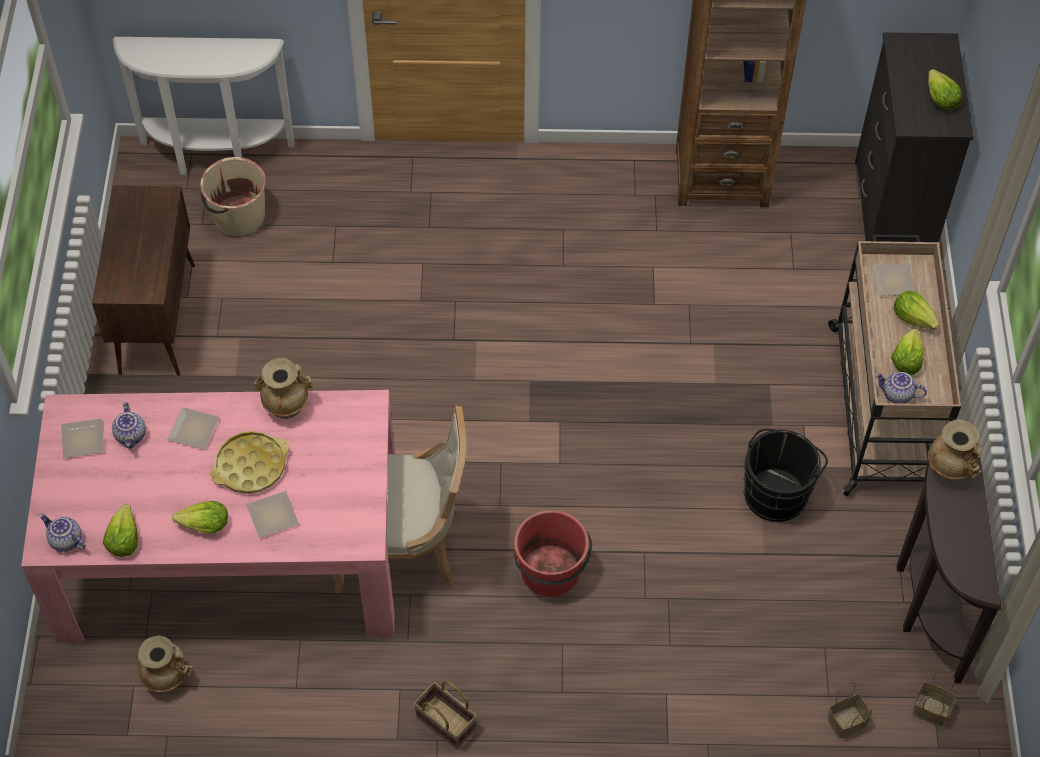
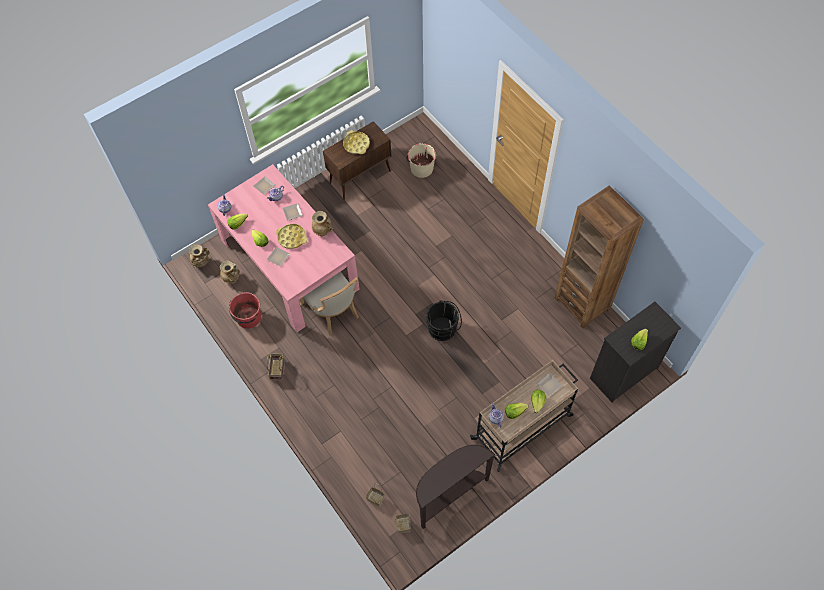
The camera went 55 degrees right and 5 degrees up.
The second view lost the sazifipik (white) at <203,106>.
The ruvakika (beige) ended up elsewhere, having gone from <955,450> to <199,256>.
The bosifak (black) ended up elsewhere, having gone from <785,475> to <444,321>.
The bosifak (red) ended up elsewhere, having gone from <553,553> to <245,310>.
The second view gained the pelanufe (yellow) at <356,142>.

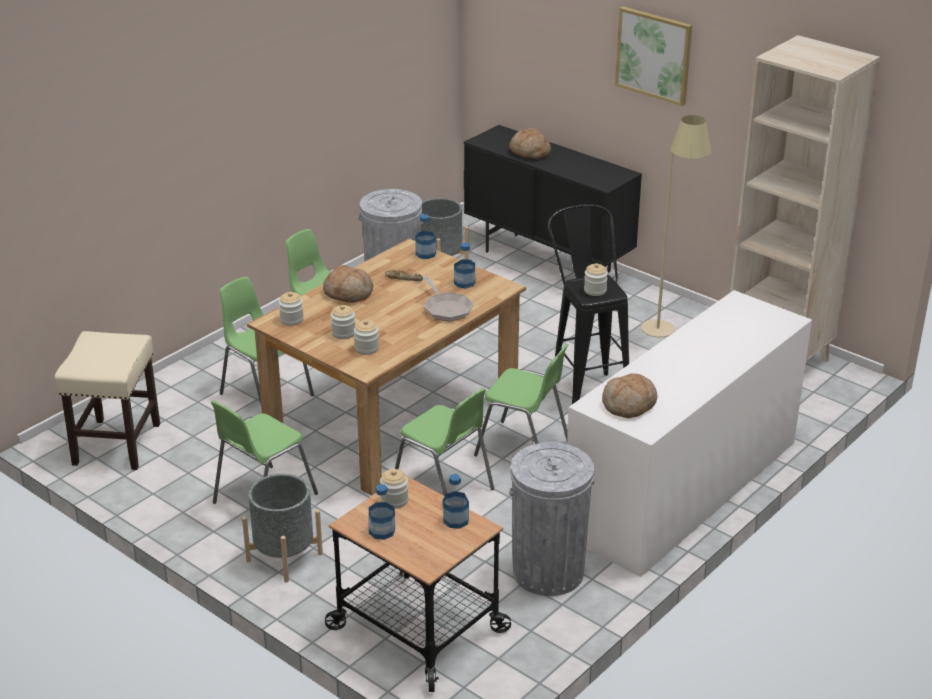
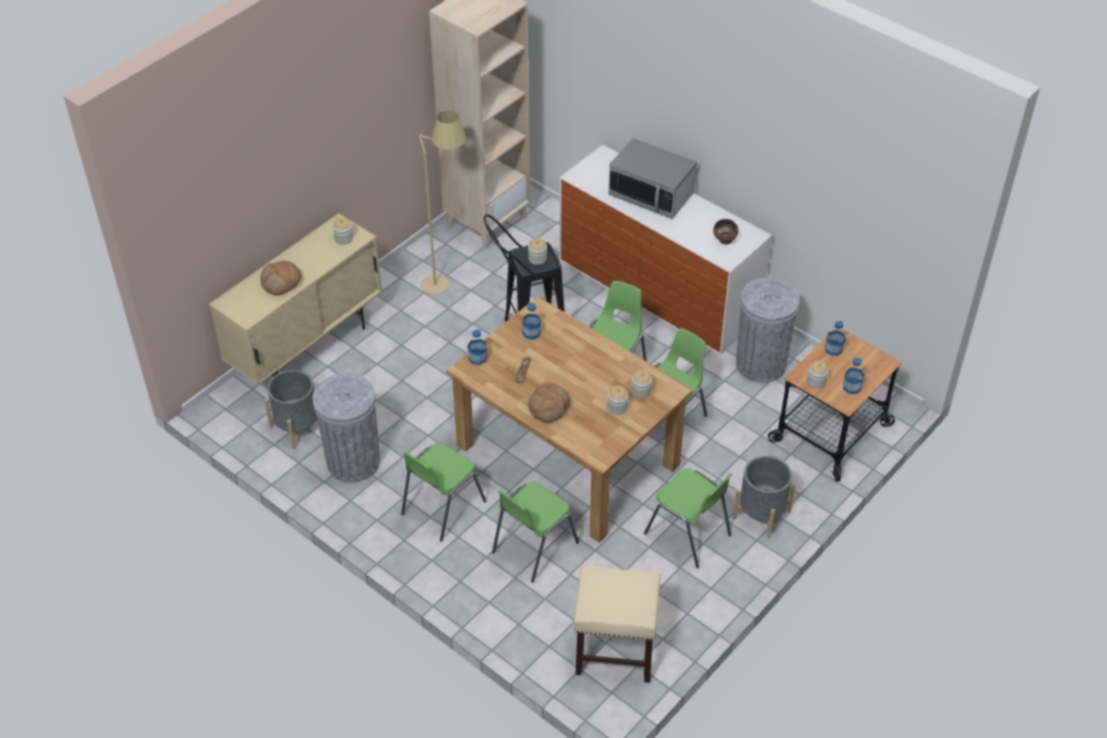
The camera went 90 degrees left and 15 degrees up.
The second view lost the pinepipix at <653,56>.
What was the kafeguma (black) at <553,199> turned into the kafeguma (beige) at <295,299>.
The second view lost the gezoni at <448,298>.
The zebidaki ended up elsewhere, having gone from <291,309> to <343,231>.
Where the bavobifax stood at <630,395>, the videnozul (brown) came to stand at <725,232>.
The second view gained the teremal at <653,178>.

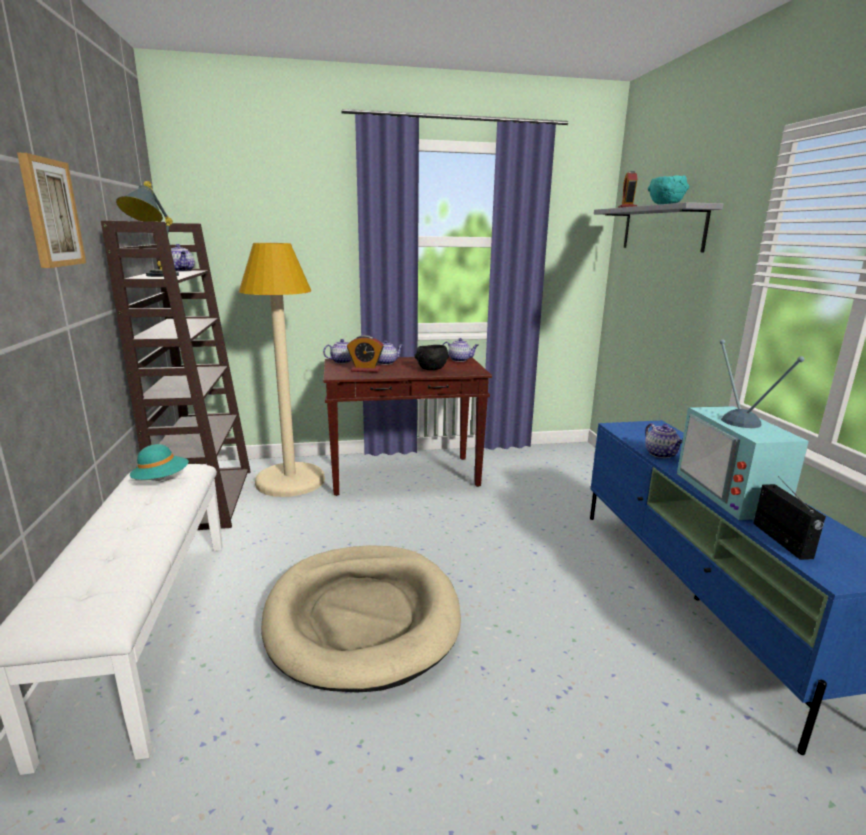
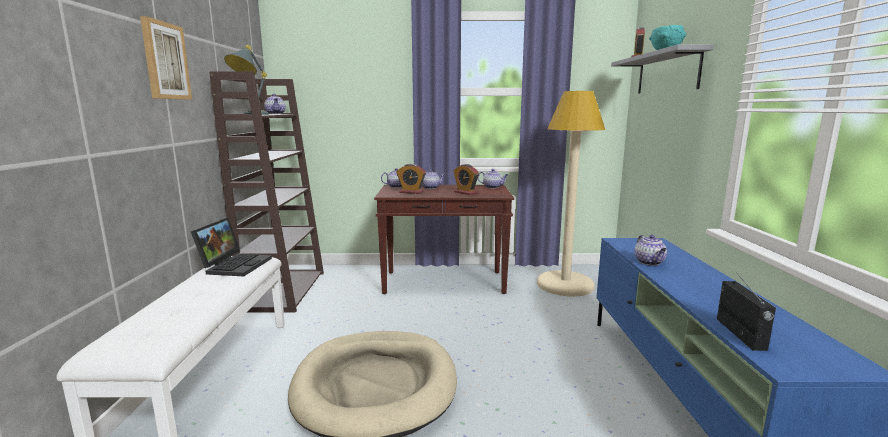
The camera went 10 degrees right and 5 degrees down.
The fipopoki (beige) ended up elsewhere, having gone from <282,370> to <571,194>.
The second view lost the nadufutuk at <743,430>.
Where the videnozul (black) stood at <431,357>, the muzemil came to stand at <466,179>.
Where the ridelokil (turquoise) stood at <159,462>, the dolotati came to stand at <231,247>.

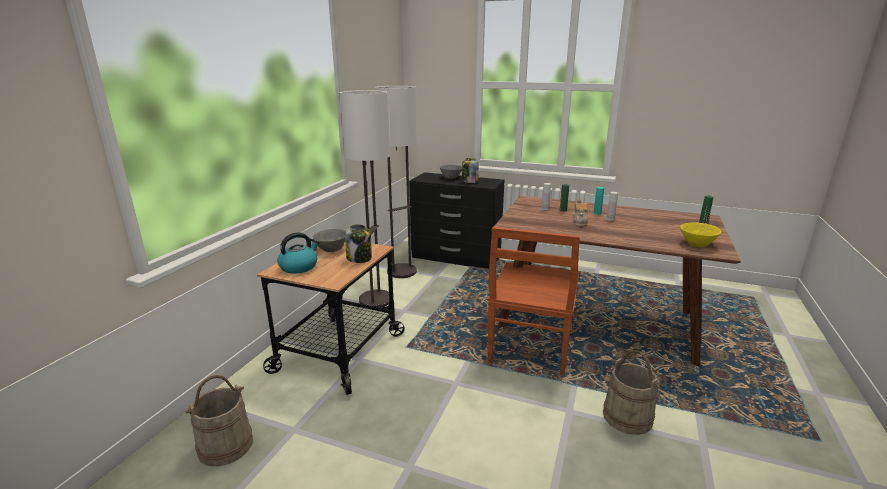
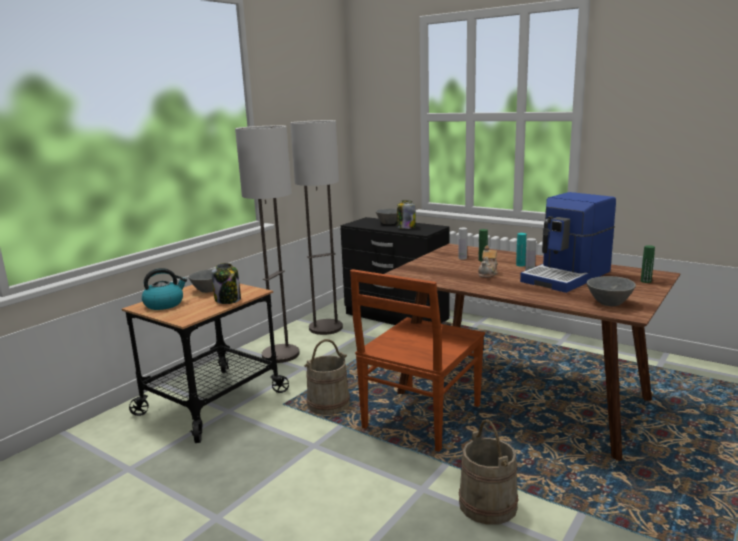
The camera went 15 degrees right and 5 degrees down.
What was the videnozul (yellow) at <700,234> turned into the videnozul (grey) at <611,291>.
The bosifak (beige) ended up elsewhere, having gone from <219,420> to <327,377>.
The second view gained the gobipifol at <568,242>.

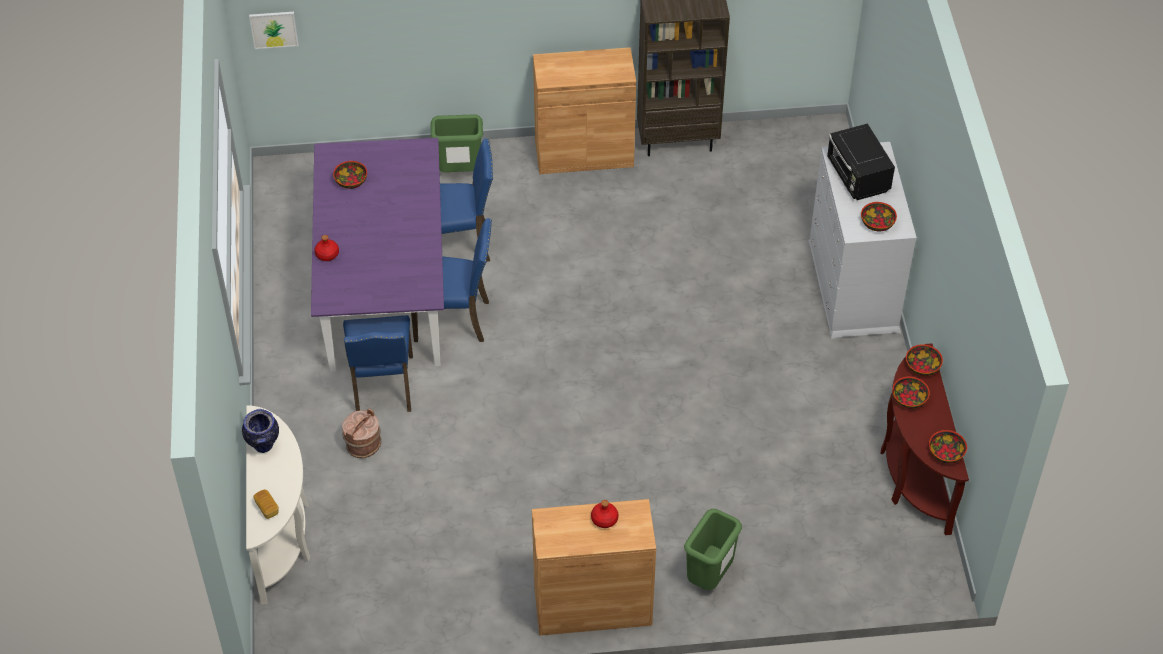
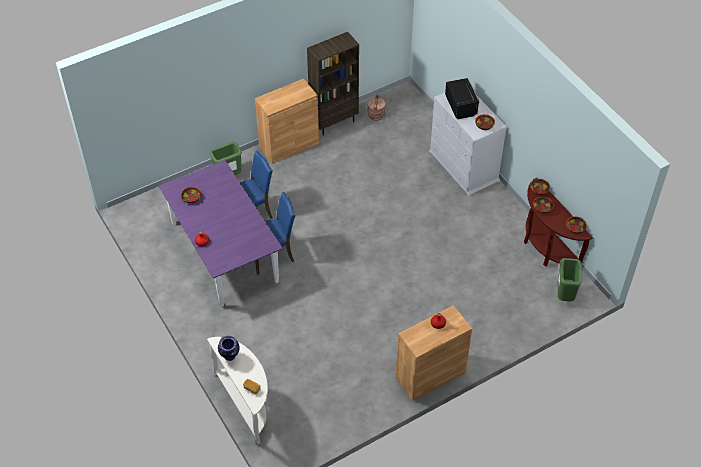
The camera went 25 degrees left and 0 degrees up.
The second view lost the pinepipix at <274,30>.
The teremal (black) at <861,162> ended up facing another way, 150 degrees counterclockwise from before.
The second view lost the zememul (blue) at <378,363>.
The bosifak (brown) ended up elsewhere, having gone from <361,433> to <376,108>.
The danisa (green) ended up elsewhere, having gone from <713,549> to <570,279>.

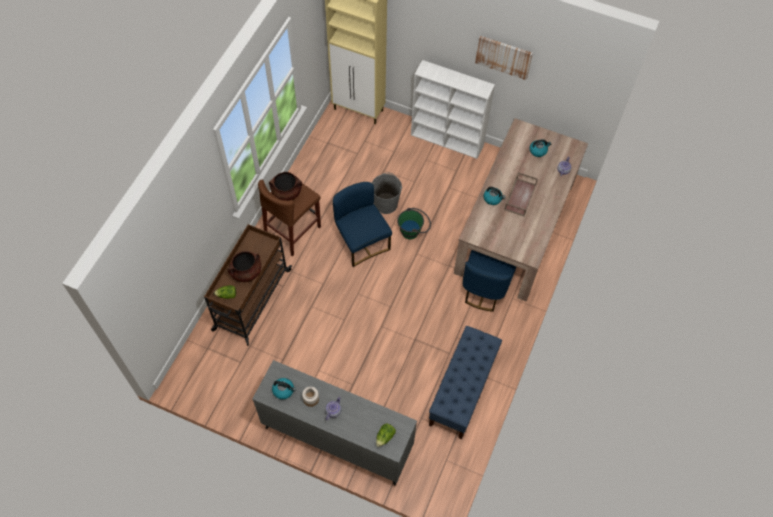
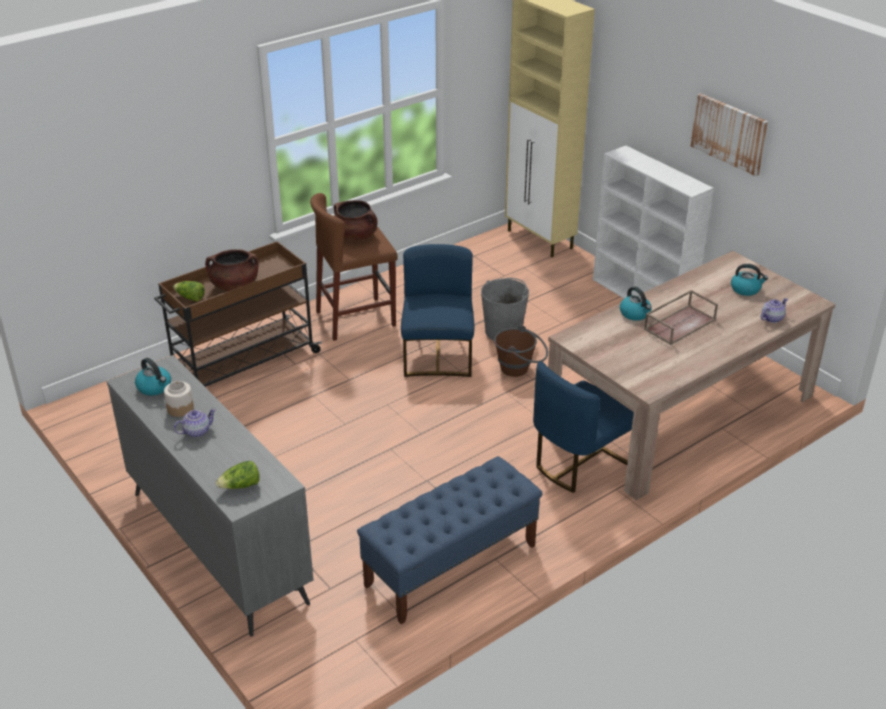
The camera went 30 degrees right and 25 degrees down.
What was the bosifak (green) at <414,223> turned into the bosifak (brown) at <521,351>.

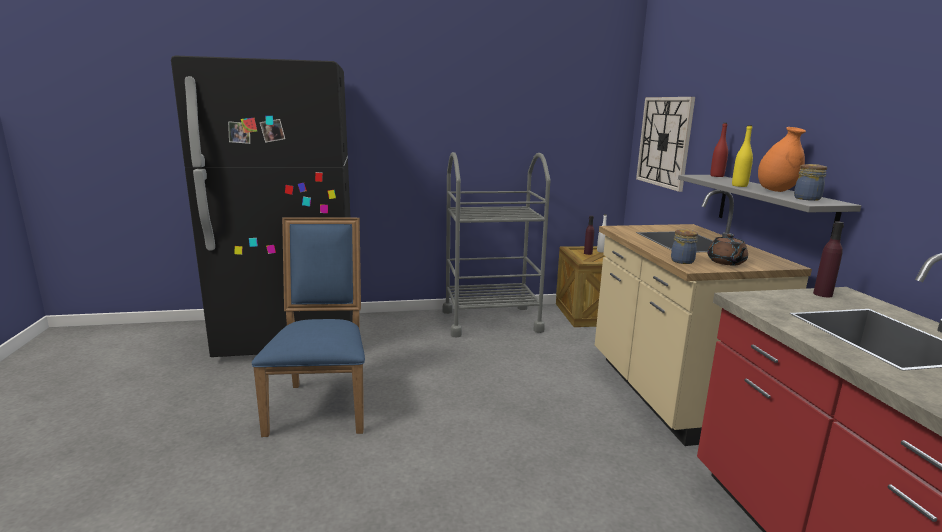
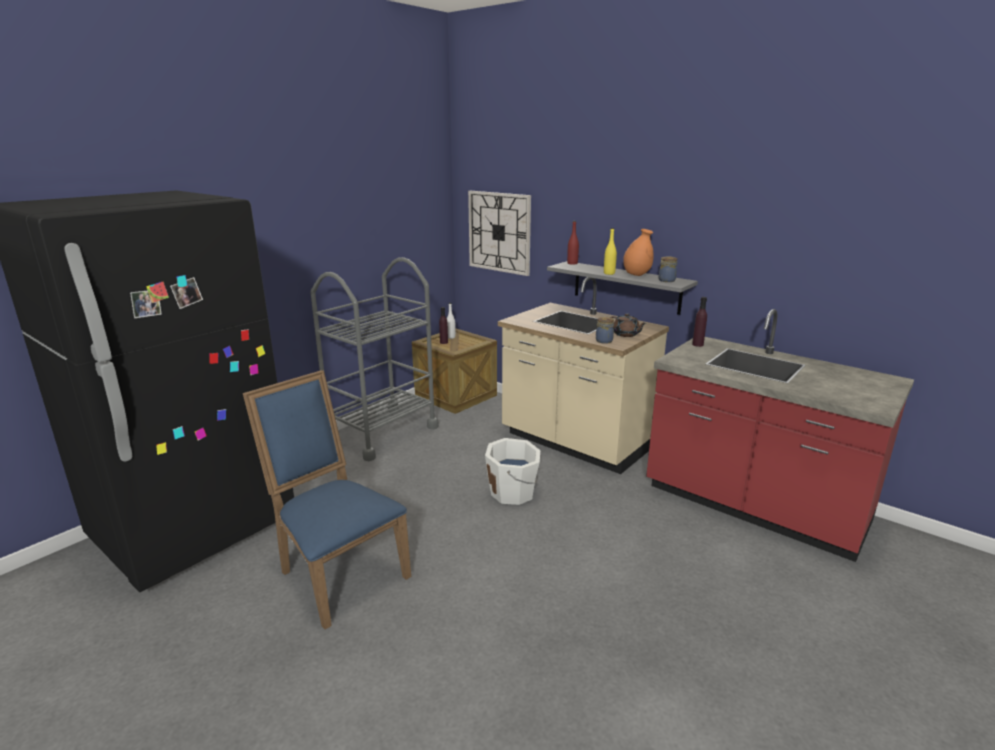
The camera went 40 degrees left and 5 degrees up.
The second view gained the bosifak (white) at <512,471>.

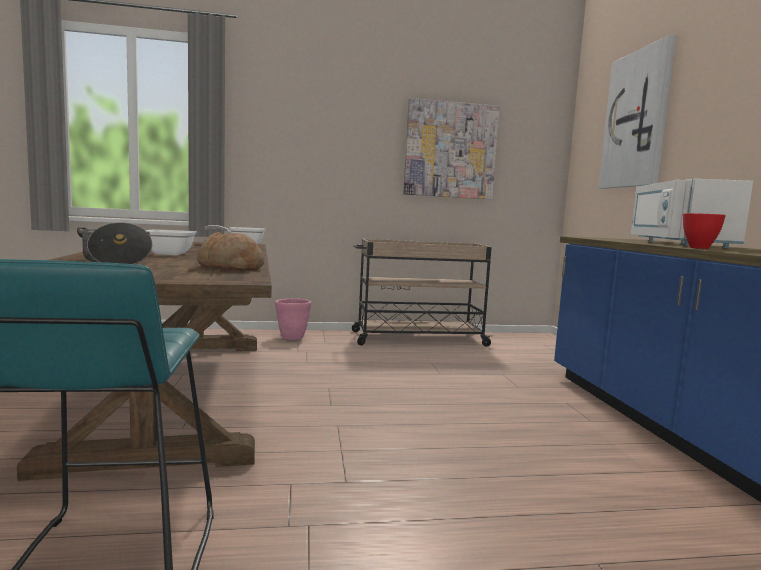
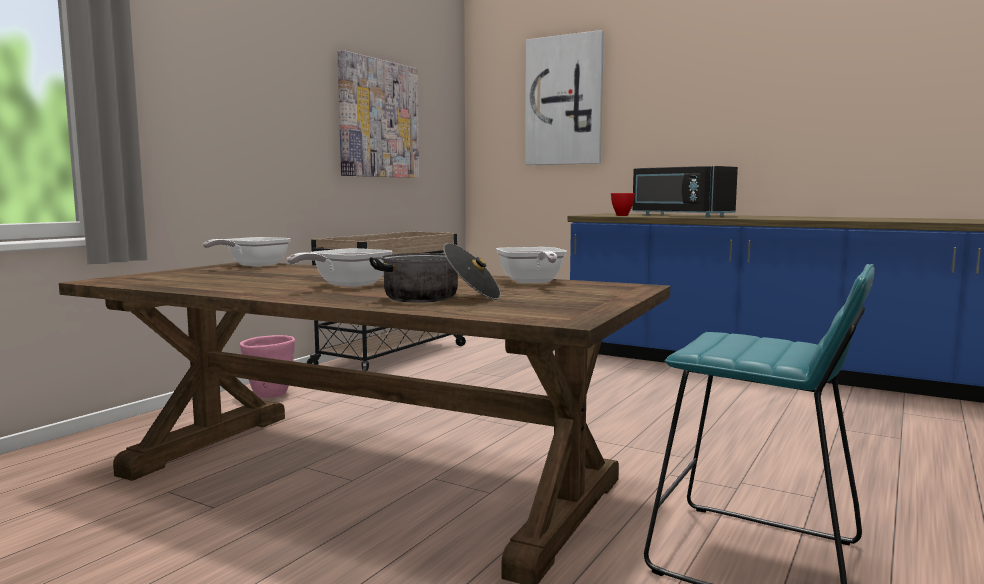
The camera went 50 degrees left and 0 degrees up.
What was the teremal (white) at <692,213> turned into the teremal (black) at <685,191>.
The videnozul (red) ended up elsewhere, having gone from <704,231> to <623,204>.
Where the bavobifax stood at <230,251>, the gezoni came to stand at <531,265>.

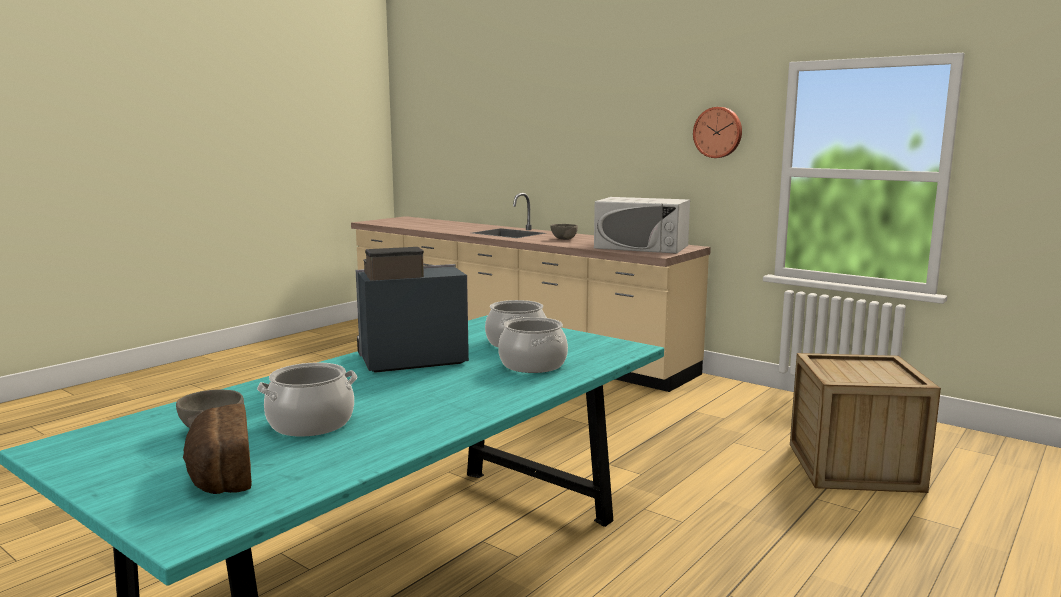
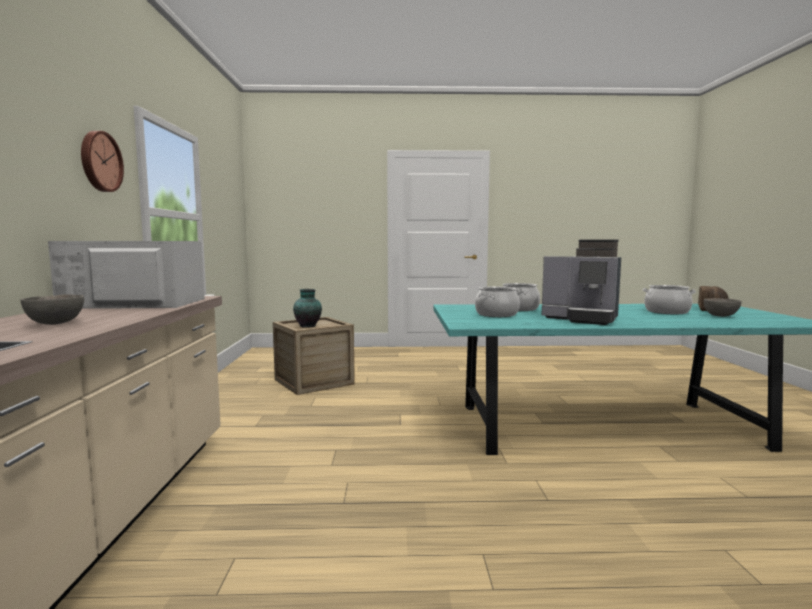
The camera went 130 degrees left and 5 degrees down.
The teremal (white) at <642,225> ended up facing another way, 75 degrees counterclockwise from before.
The second view gained the ruvakika at <307,308>.

